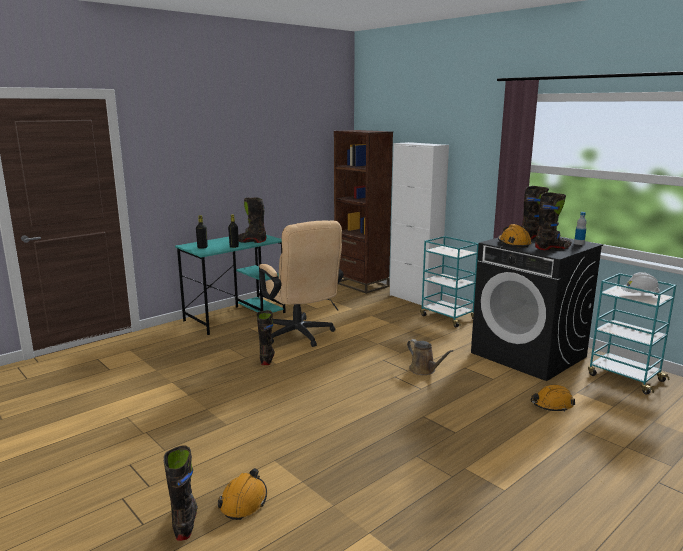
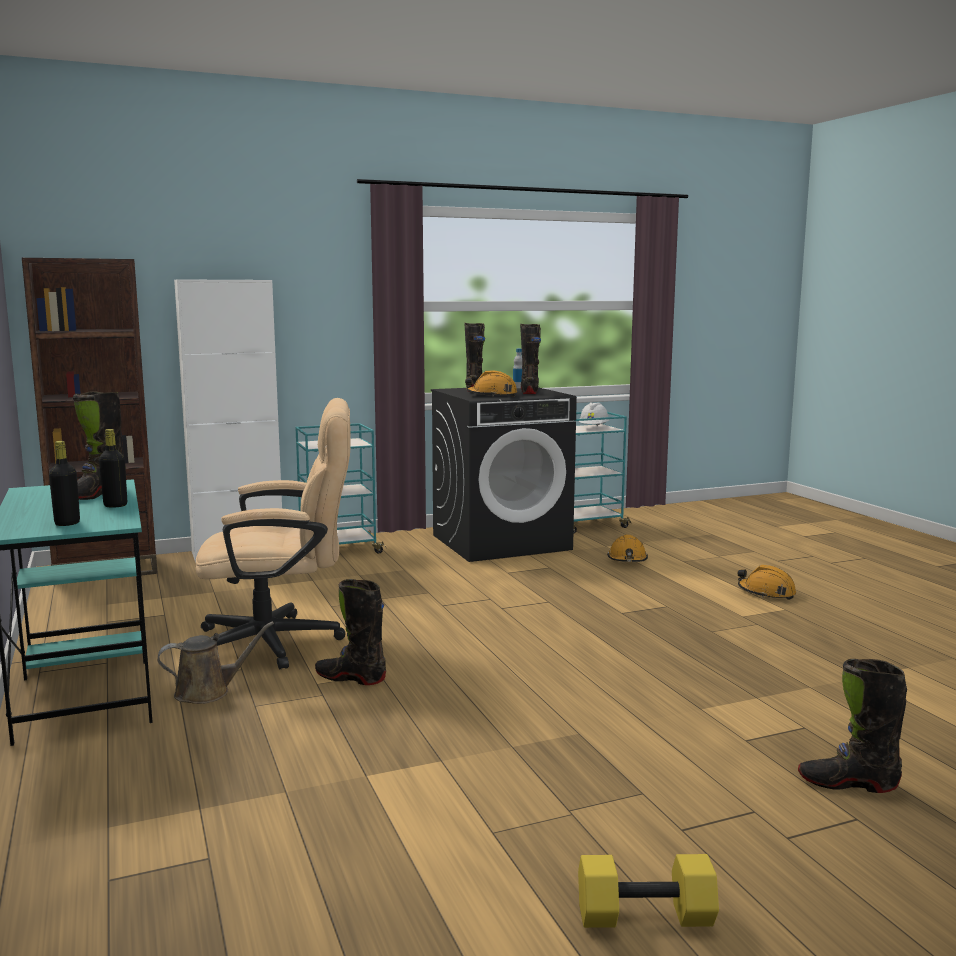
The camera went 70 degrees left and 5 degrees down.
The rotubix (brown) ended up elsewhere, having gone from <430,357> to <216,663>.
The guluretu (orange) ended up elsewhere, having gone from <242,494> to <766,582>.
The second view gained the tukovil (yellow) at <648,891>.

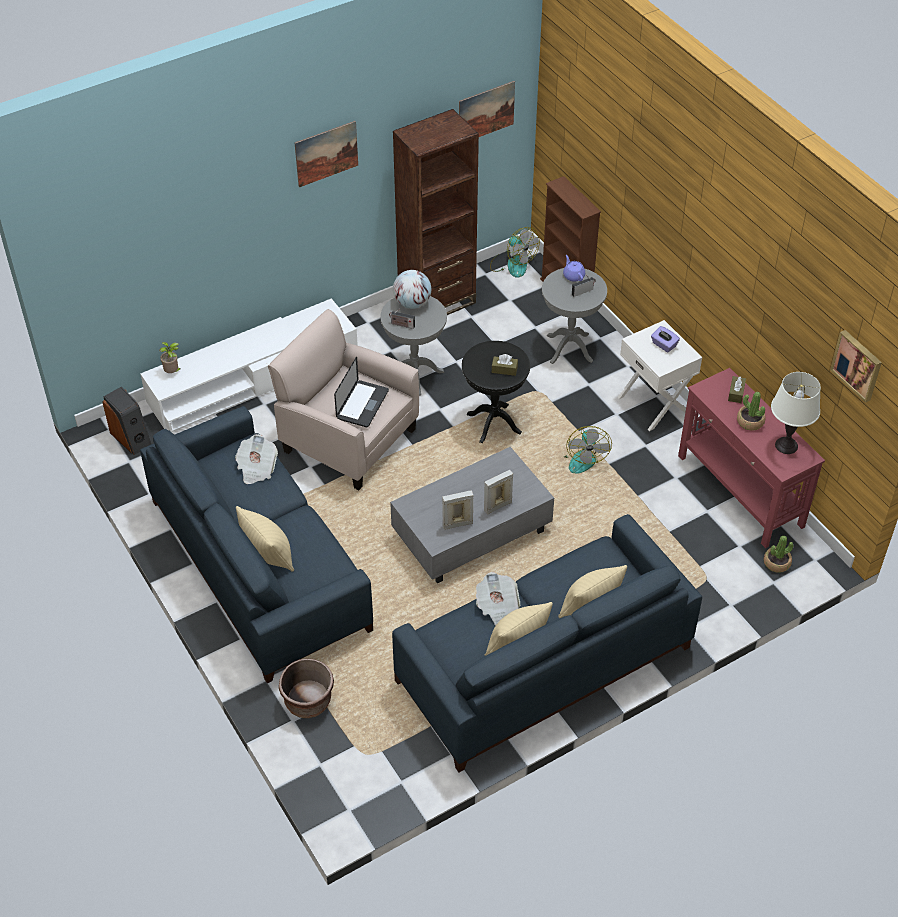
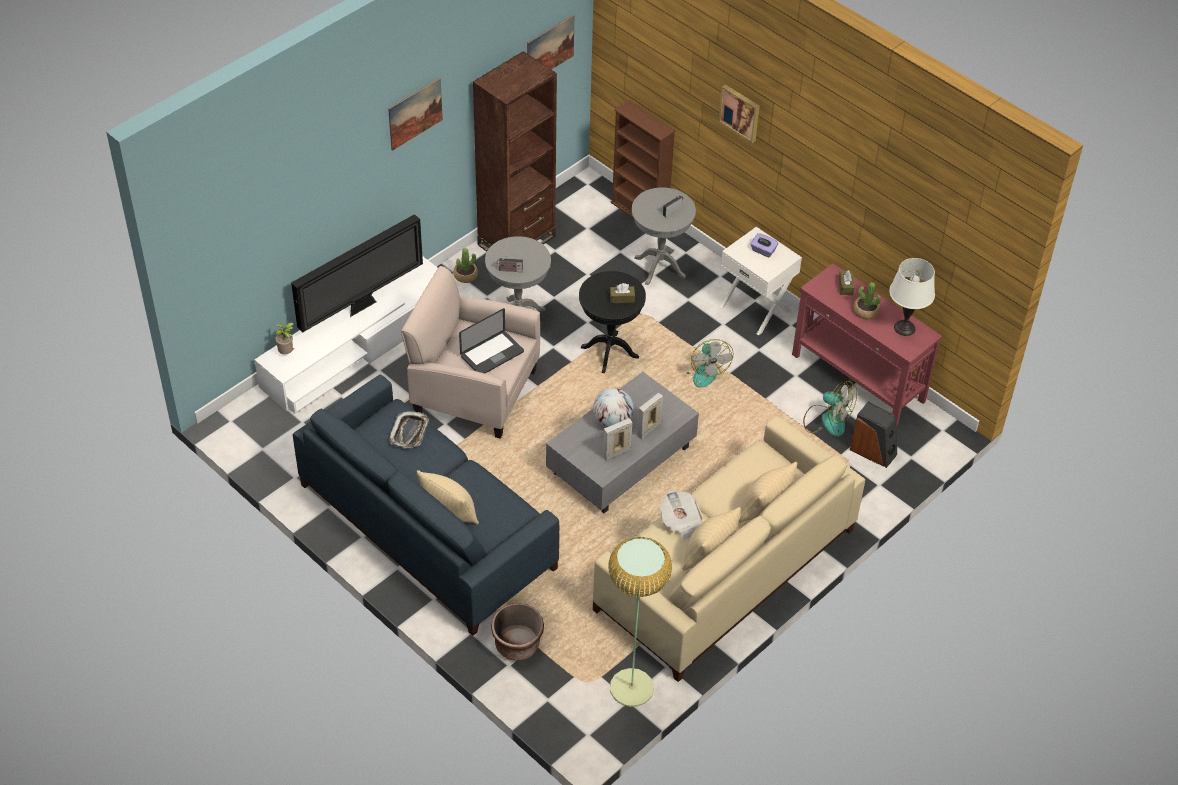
The camera went 15 degrees left and 0 degrees up.
The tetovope ended up elsewhere, having gone from <515,252> to <830,409>.
The second view lost the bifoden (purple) at <574,268>.
The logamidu ended up elsewhere, having gone from <412,289> to <613,407>.
The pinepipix ended up elsewhere, having gone from <856,366> to <739,113>.
The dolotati at <361,392> ended up facing another way, 45 degrees clockwise from before.
The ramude ended up elsewhere, having gone from <126,421> to <873,434>.
Where the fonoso stood at <256,459>, the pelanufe came to stand at <409,430>.
What was the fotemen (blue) at <547,643> turned into the fotemen (beige) at <729,549>.
The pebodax ended up elsewhere, having gone from <779,554> to <465,265>.
The second view gained the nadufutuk at <357,273>.
The second view gained the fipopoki at <640,622>.

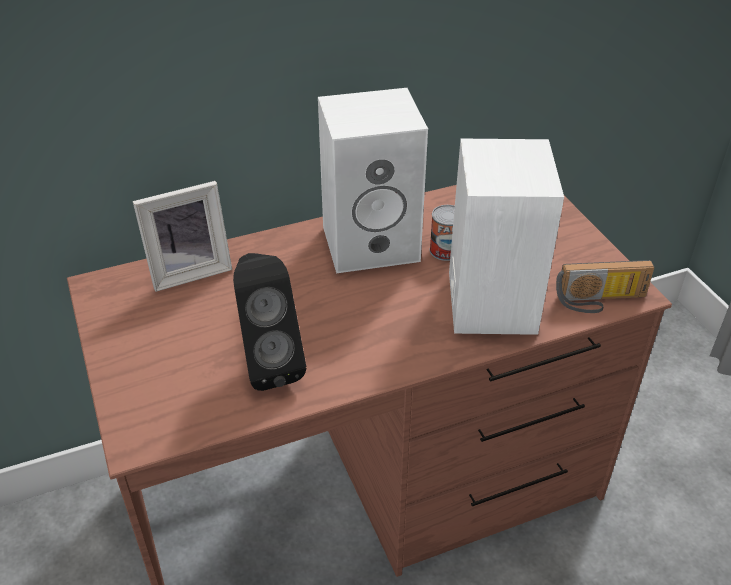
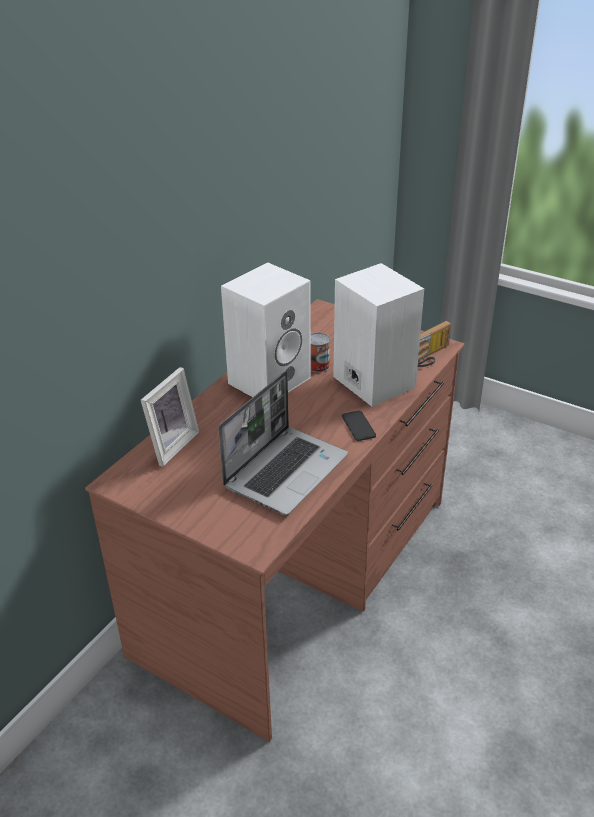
The camera went 35 degrees left and 5 degrees down.
Where the ramude (black) stood at <269,322>, the dolotati came to stand at <283,443>.
The second view gained the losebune at <359,426>.

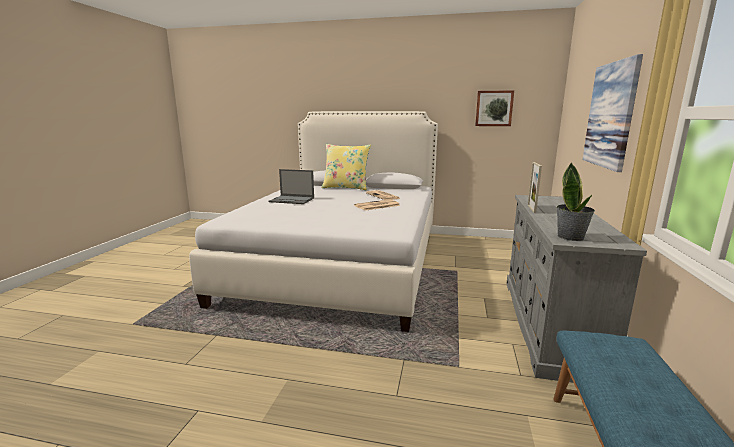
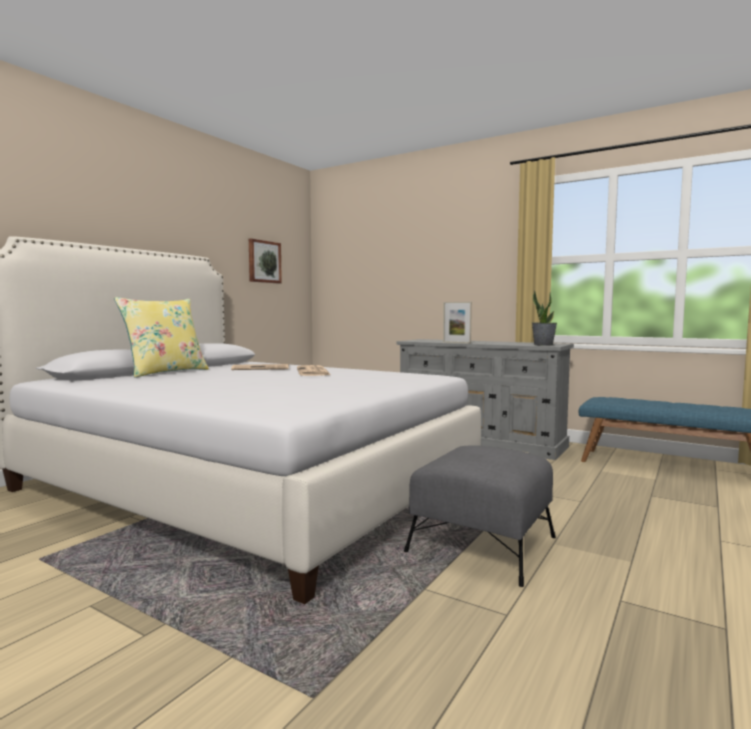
The camera went 70 degrees left and 10 degrees down.
The second view lost the pinepipix at <612,113>.
The second view lost the dolotati at <291,186>.
The second view gained the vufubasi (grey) at <480,516>.

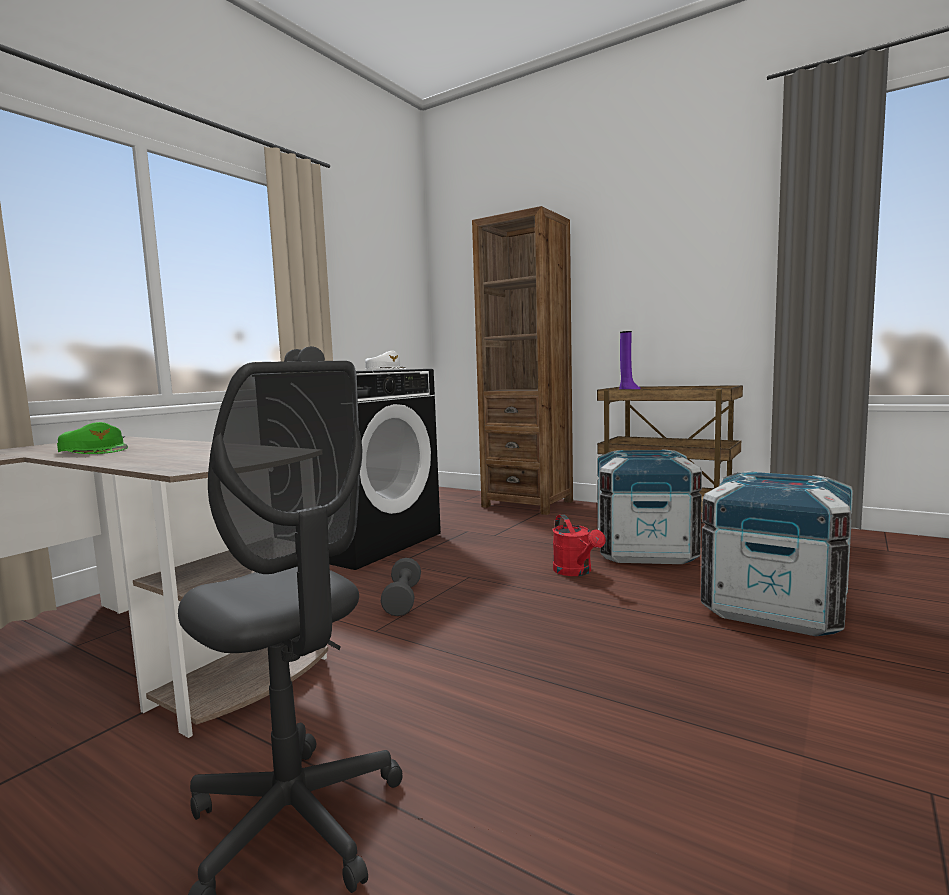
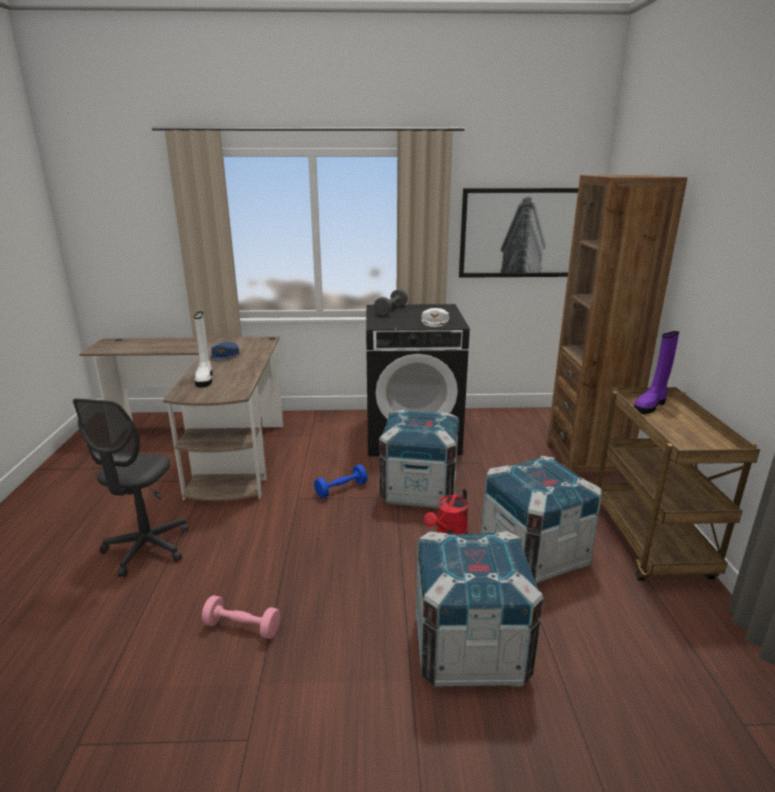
The camera went 55 degrees right and 15 degrees up.
What was the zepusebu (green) at <92,438> turned into the zepusebu (blue) at <225,352>.
What was the tukovil (grey) at <401,587> turned into the tukovil (blue) at <341,481>.
The second view gained the pinepipix at <518,233>.
The second view gained the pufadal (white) at <203,349>.
The second view gained the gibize at <419,459>.
The second view gained the tukovil (pink) at <241,617>.

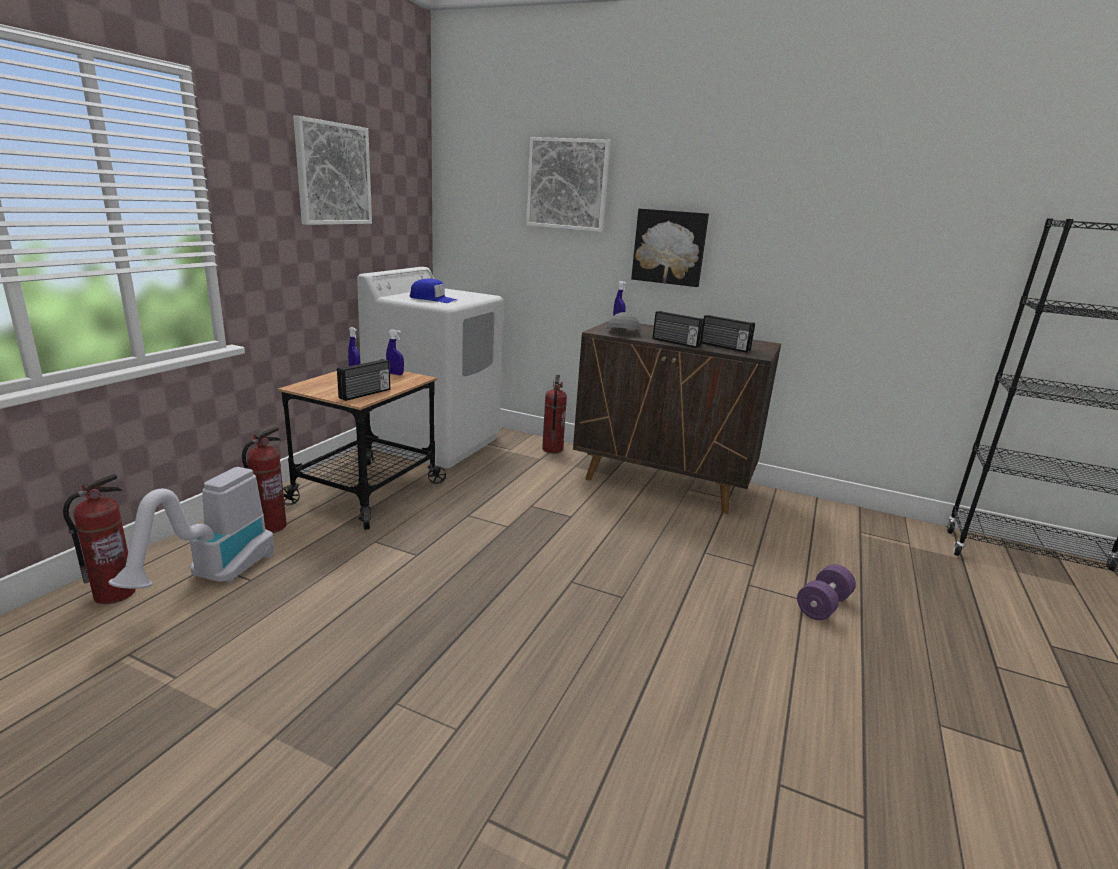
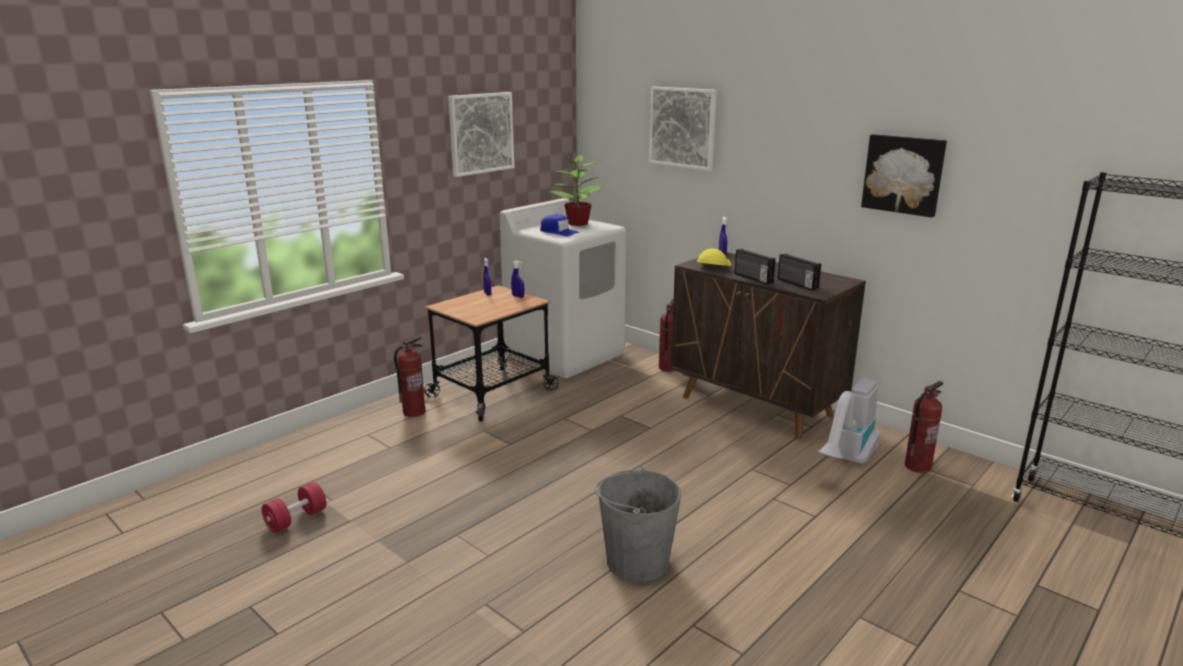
The camera went 20 degrees right and 0 degrees up.
The pinepipix ended up elsewhere, having gone from <670,247> to <904,175>.
What was the zepusebu (grey) at <623,322> turned into the zepusebu (yellow) at <714,257>.
The second view lost the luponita at <363,380>.
The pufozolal ended up elsewhere, having gone from <191,528> to <848,421>.
The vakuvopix ended up elsewhere, having gone from <99,539> to <924,427>.
The second view lost the tukovil (purple) at <826,592>.
The second view gained the pebodax at <576,189>.
The second view gained the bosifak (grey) at <638,524>.
The second view gained the tukovil (red) at <294,507>.

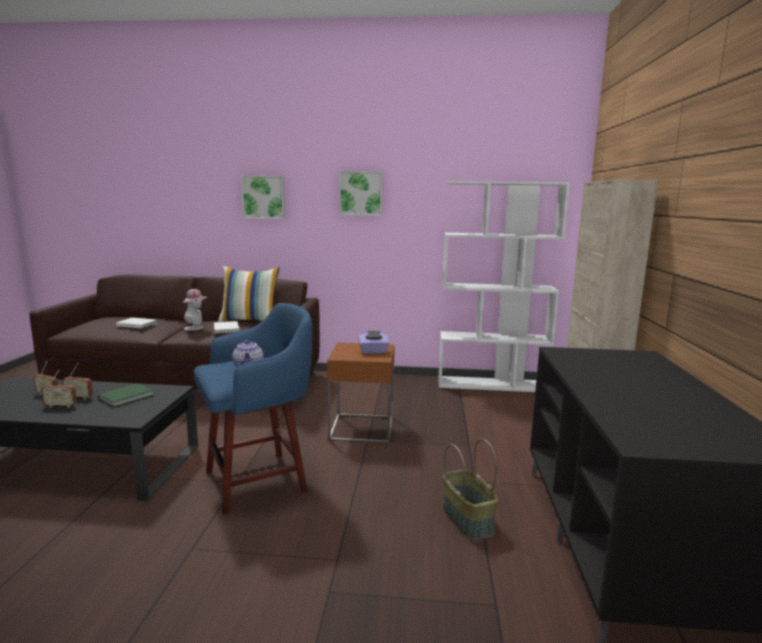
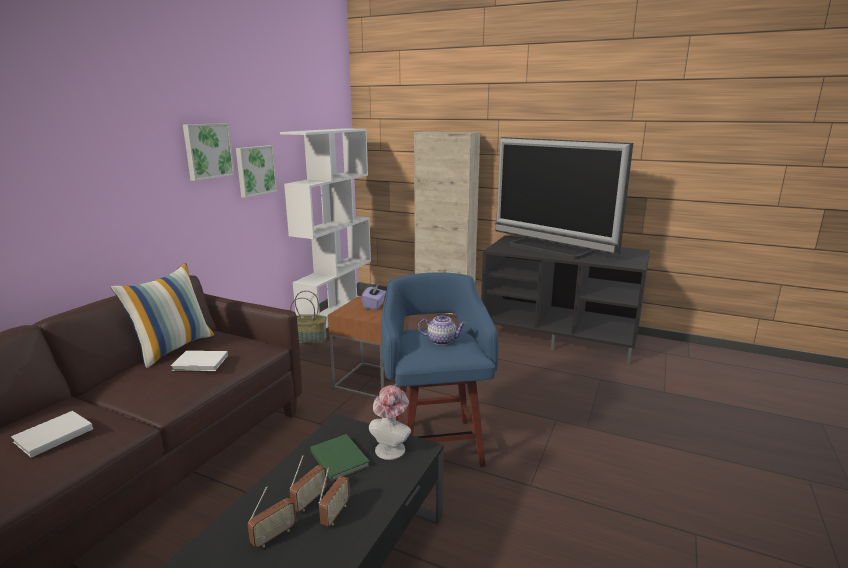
The camera went 70 degrees left and 5 degrees up.
The pinepipix ended up elsewhere, having gone from <263,197> to <256,171>.
The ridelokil ended up elsewhere, having gone from <195,310> to <390,422>.
The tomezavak ended up elsewhere, having gone from <471,489> to <308,317>.
The second view gained the nadufutuk at <564,198>.

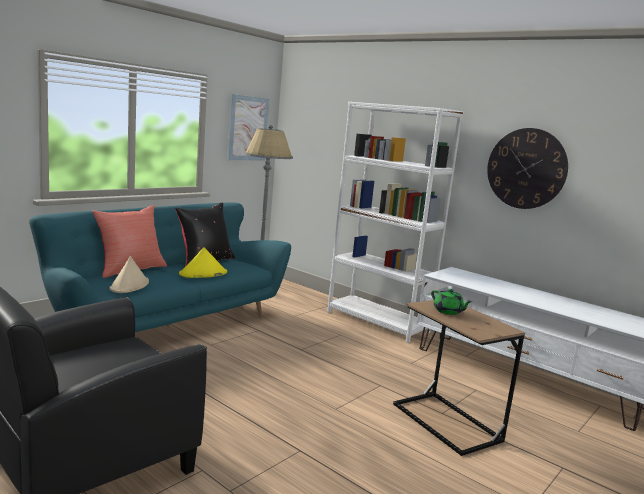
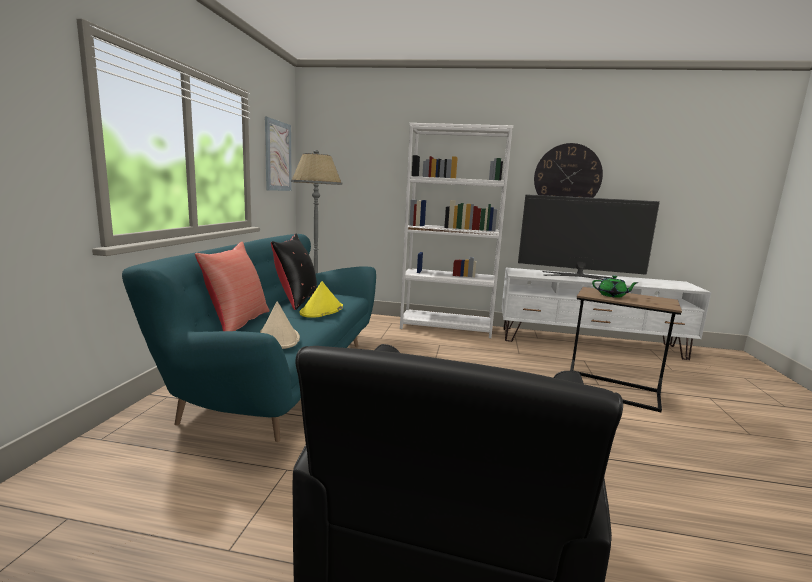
The camera went 30 degrees left and 0 degrees up.
The second view gained the nadufutuk at <589,237>.

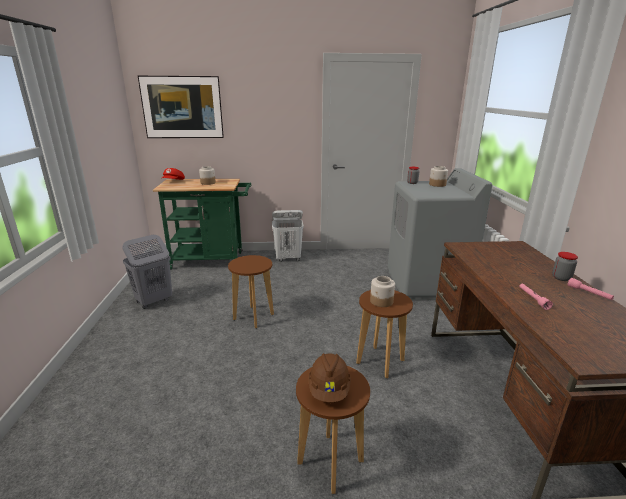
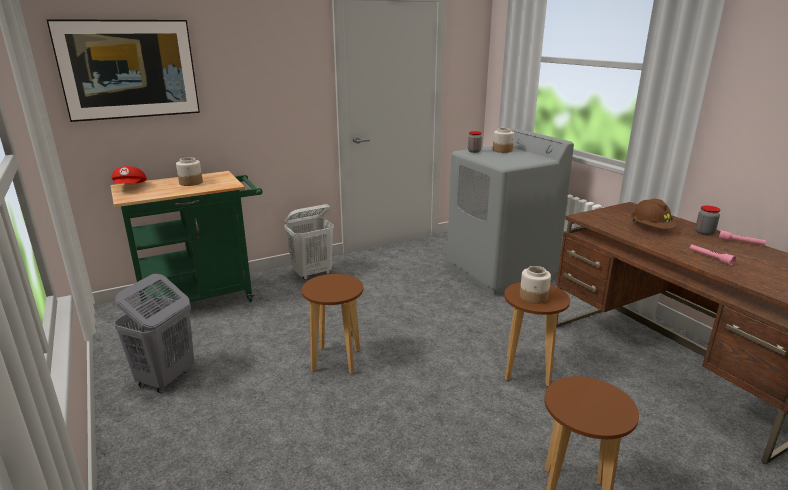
The camera went 25 degrees left and 0 degrees up.
The guluretu (brown) ended up elsewhere, having gone from <329,377> to <654,214>.

